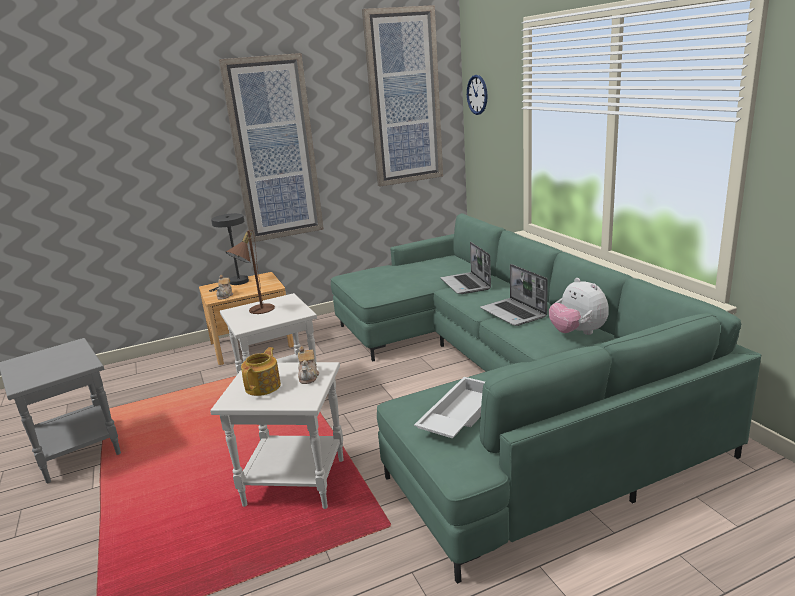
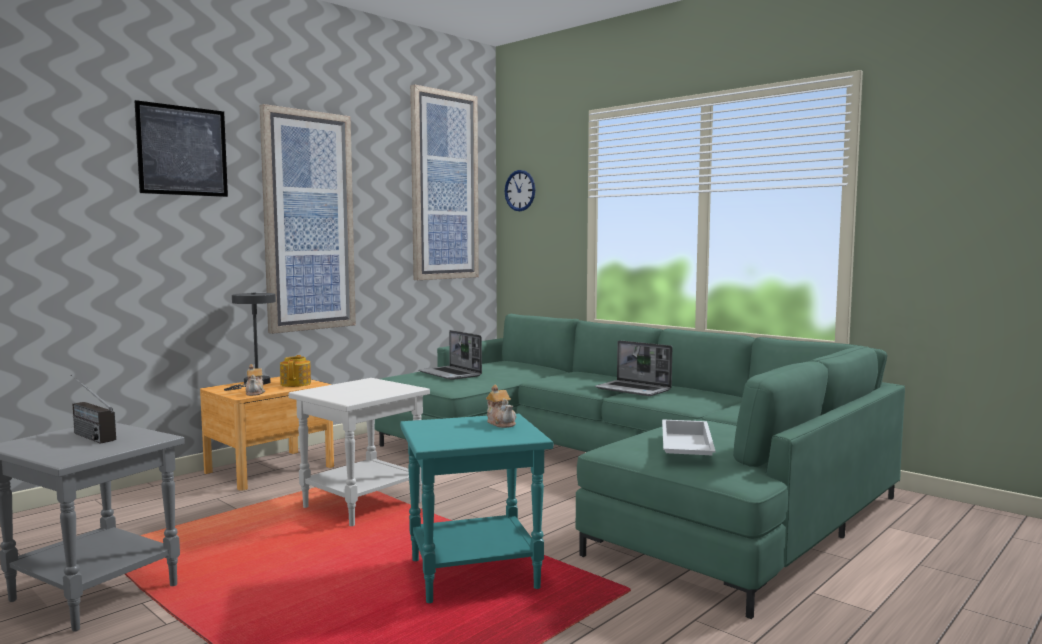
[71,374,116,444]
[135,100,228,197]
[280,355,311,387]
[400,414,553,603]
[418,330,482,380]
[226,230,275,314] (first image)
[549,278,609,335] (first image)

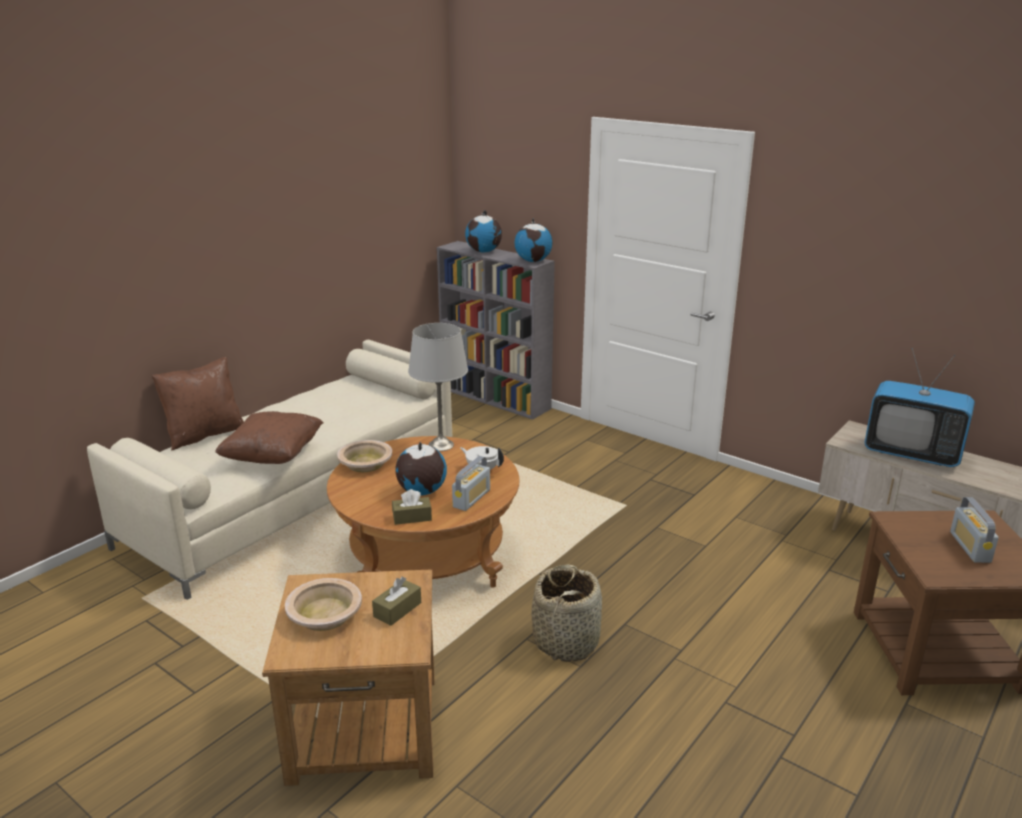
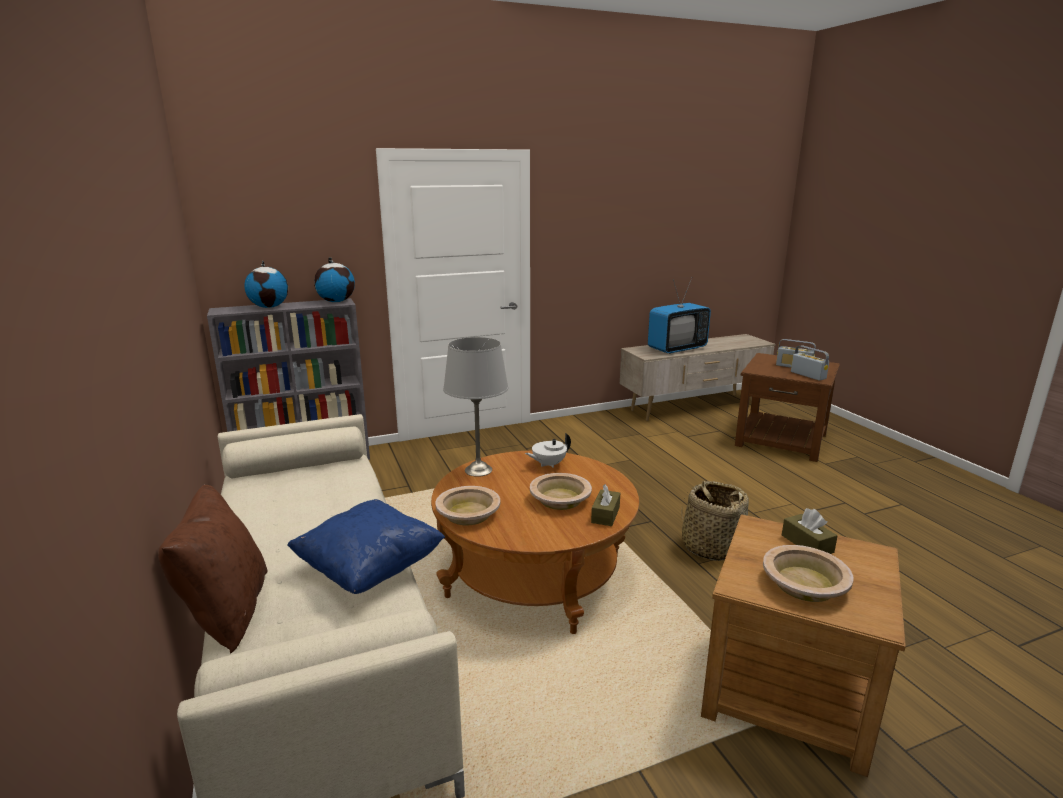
[287,499,445,594]
[530,473,592,510]
[791,345,829,381]

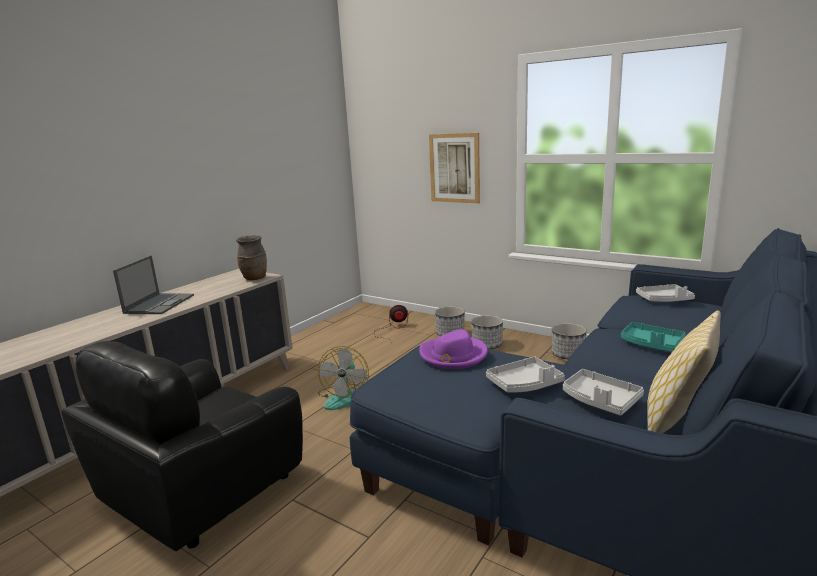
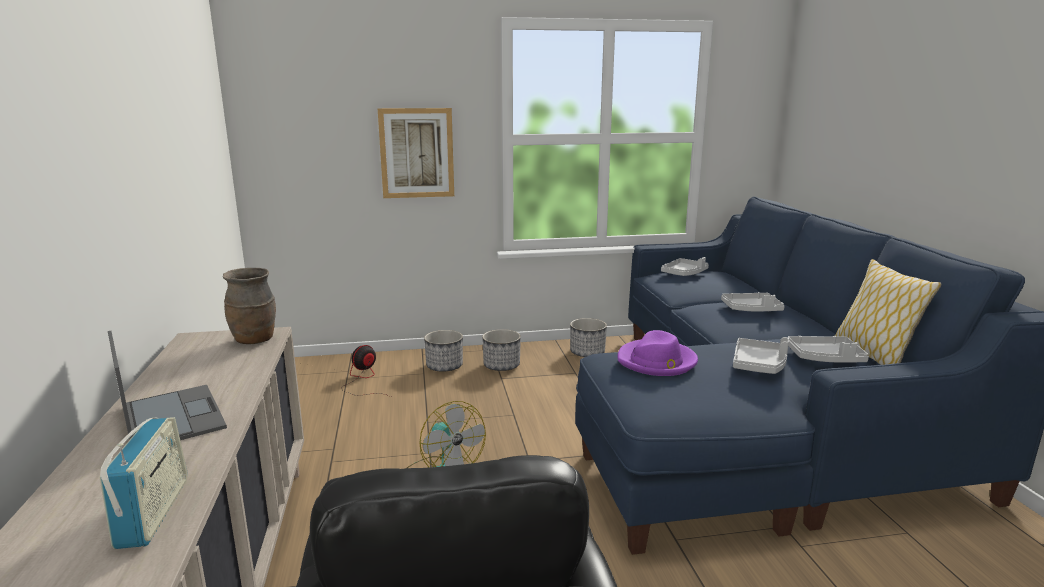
[100,417,188,549]
[721,292,784,311]

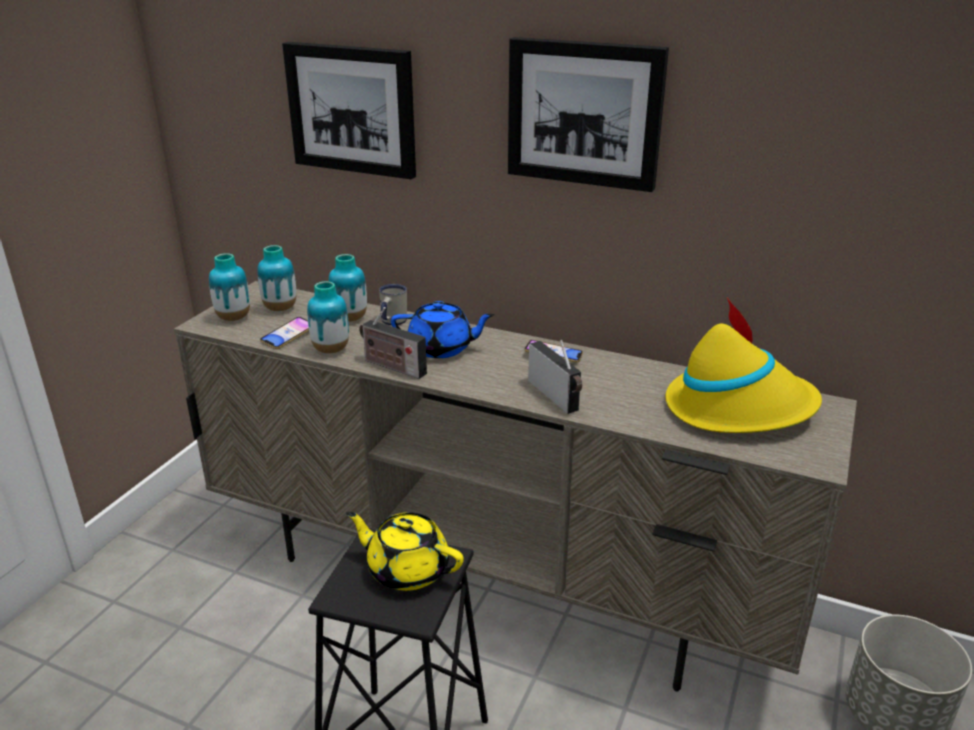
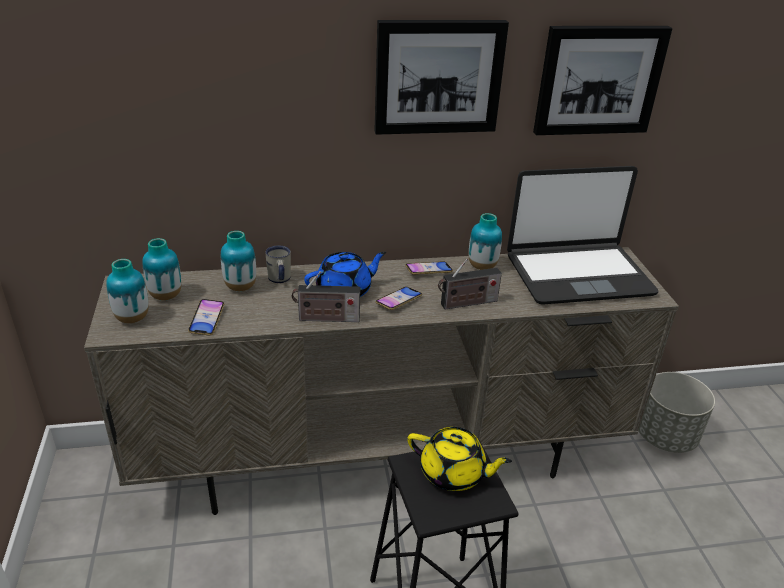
[375,287,422,310]
[407,427,512,491]
[438,258,502,310]
[469,213,502,270]
[507,166,658,305]
[533,26,673,135]

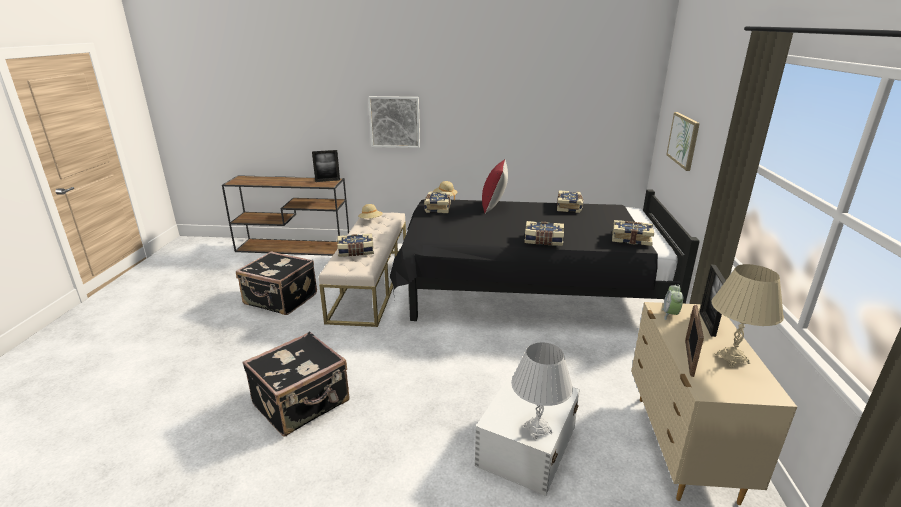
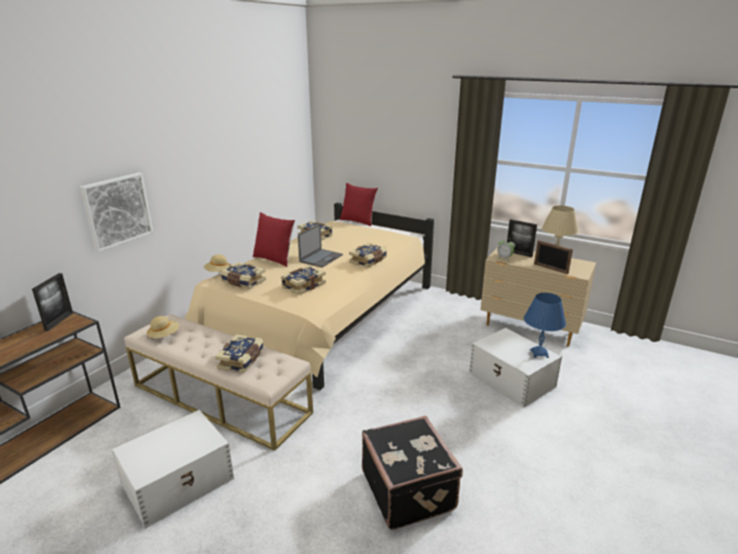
[112,410,234,529]
[185,203,434,390]
[281,265,326,295]
[298,224,343,268]
[340,183,378,226]
[524,293,566,358]
[666,112,700,171] (first image)

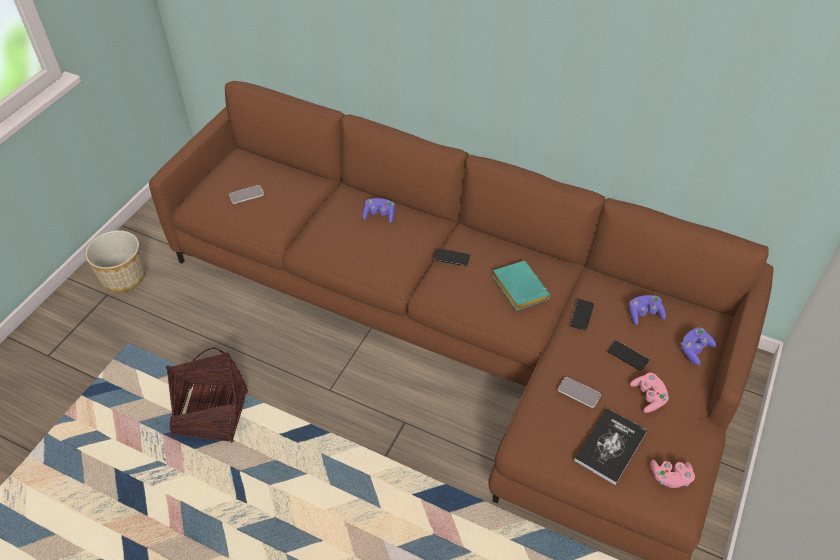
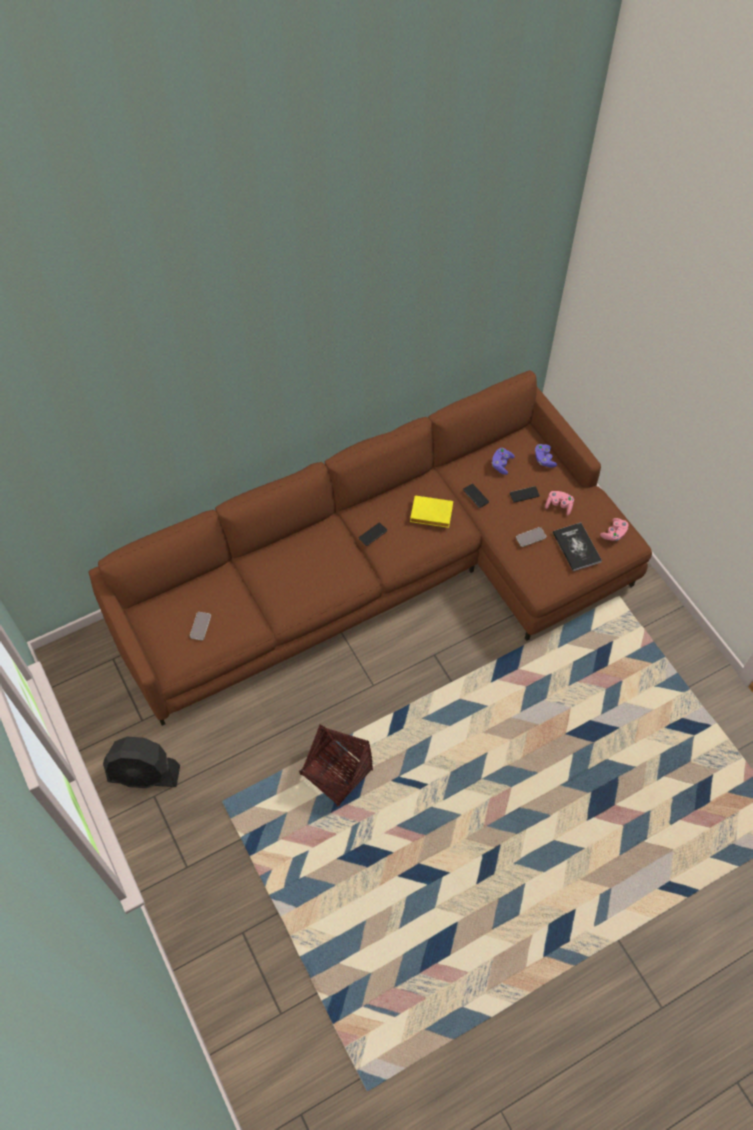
[103,737,180,788]
[410,495,453,528]
[363,198,395,223] (first image)

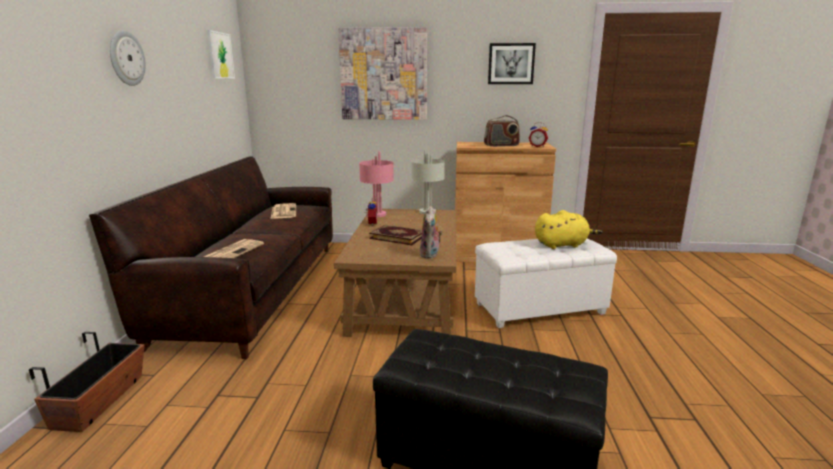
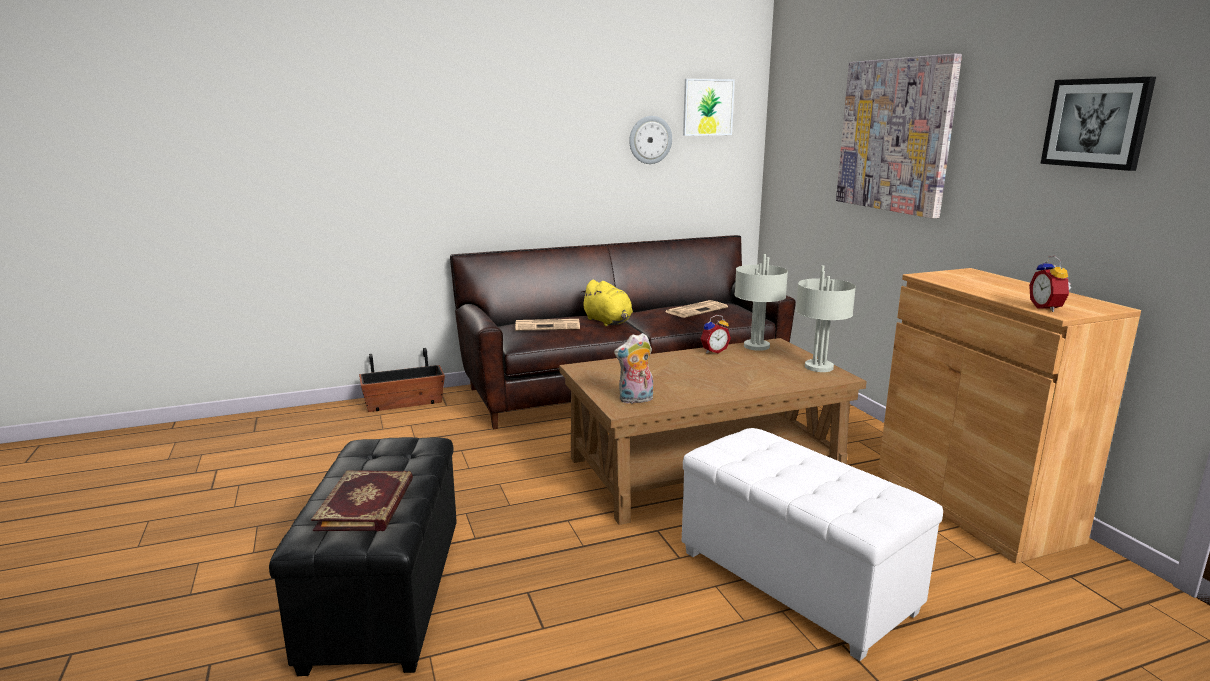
[311,470,413,531]
[580,280,633,326]
[629,116,672,164]
[734,254,788,351]
[484,115,520,147] (first image)

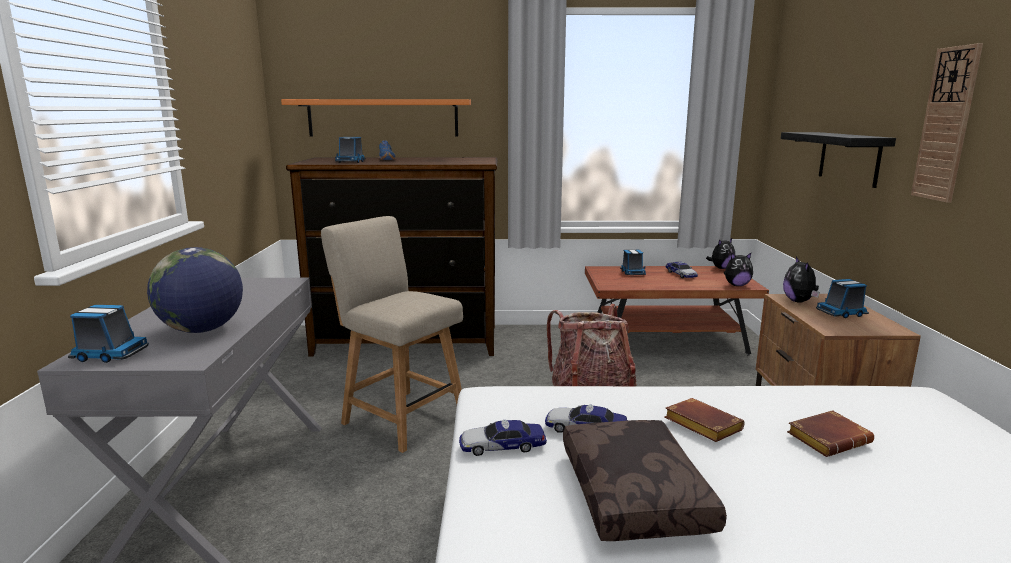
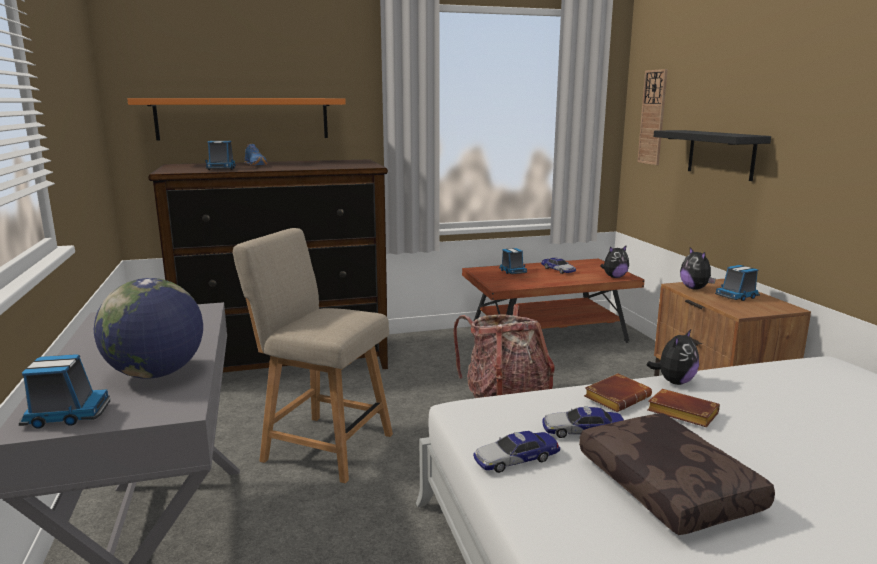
[584,373,652,412]
[637,69,668,165]
[647,328,699,385]

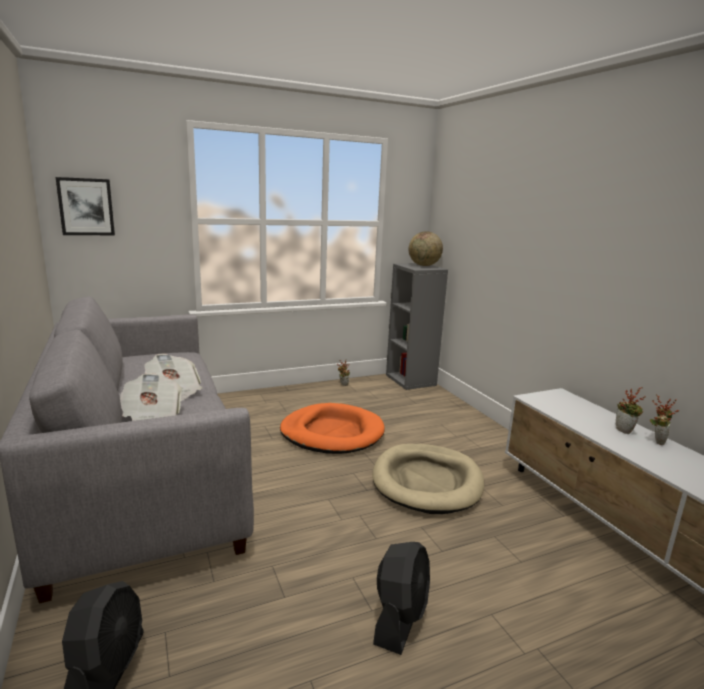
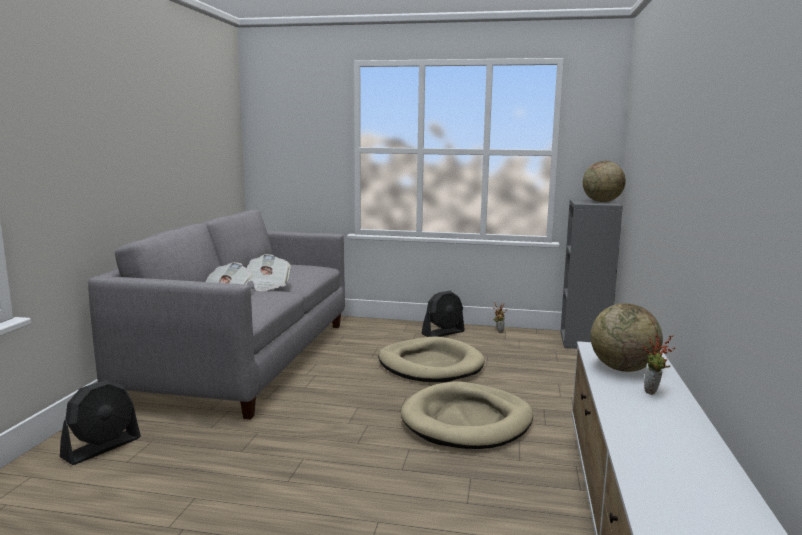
[378,337,485,382]
[421,291,465,337]
[591,303,663,372]
[56,177,115,235] (first image)
[650,394,679,445] (first image)

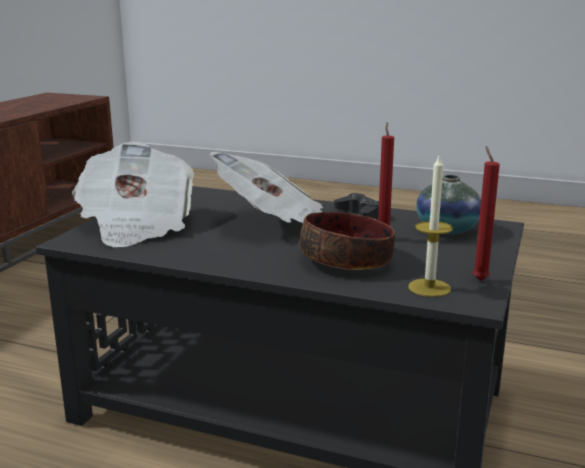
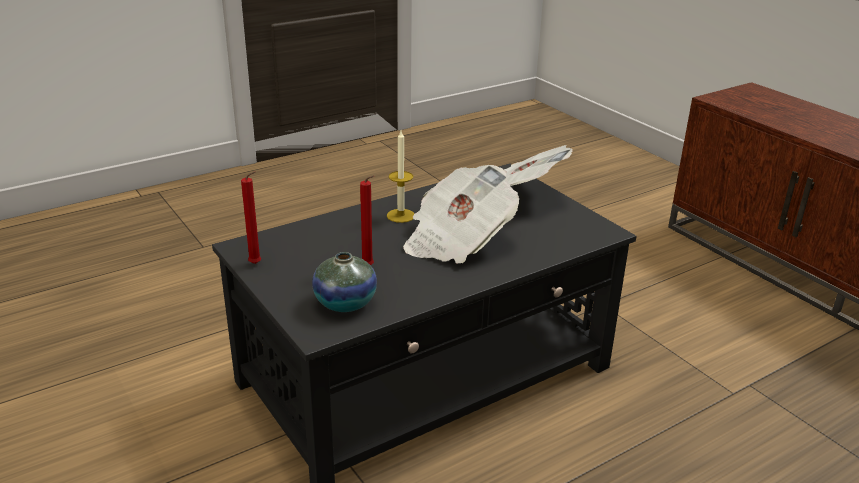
[387,131,414,223]
[299,212,395,270] (first image)
[334,193,379,220] (first image)

